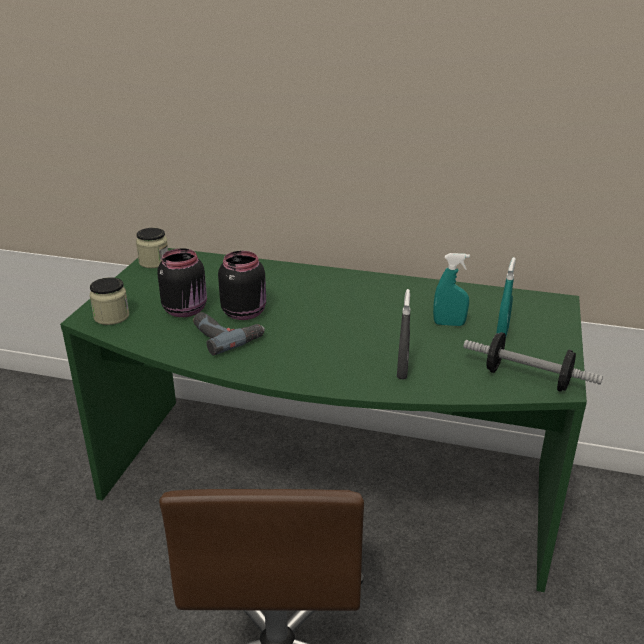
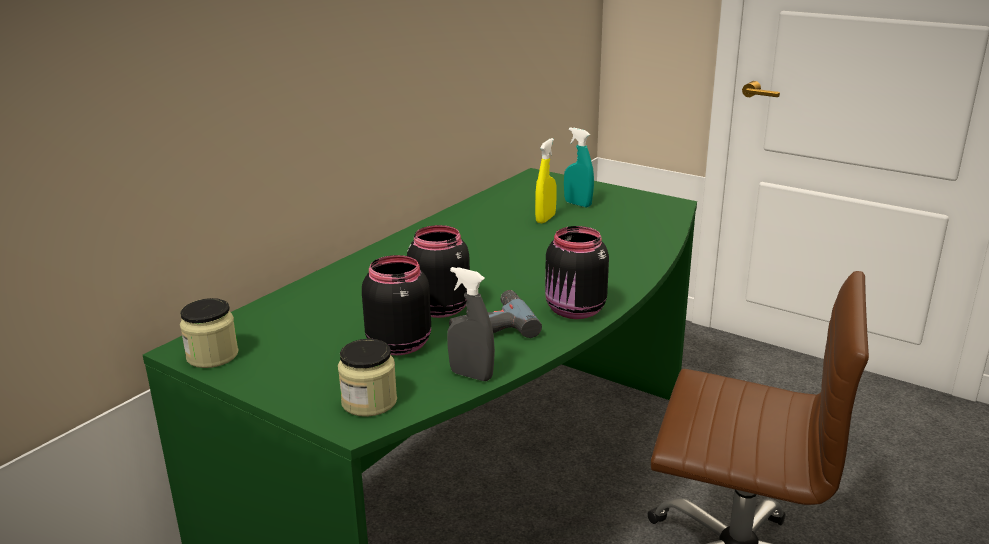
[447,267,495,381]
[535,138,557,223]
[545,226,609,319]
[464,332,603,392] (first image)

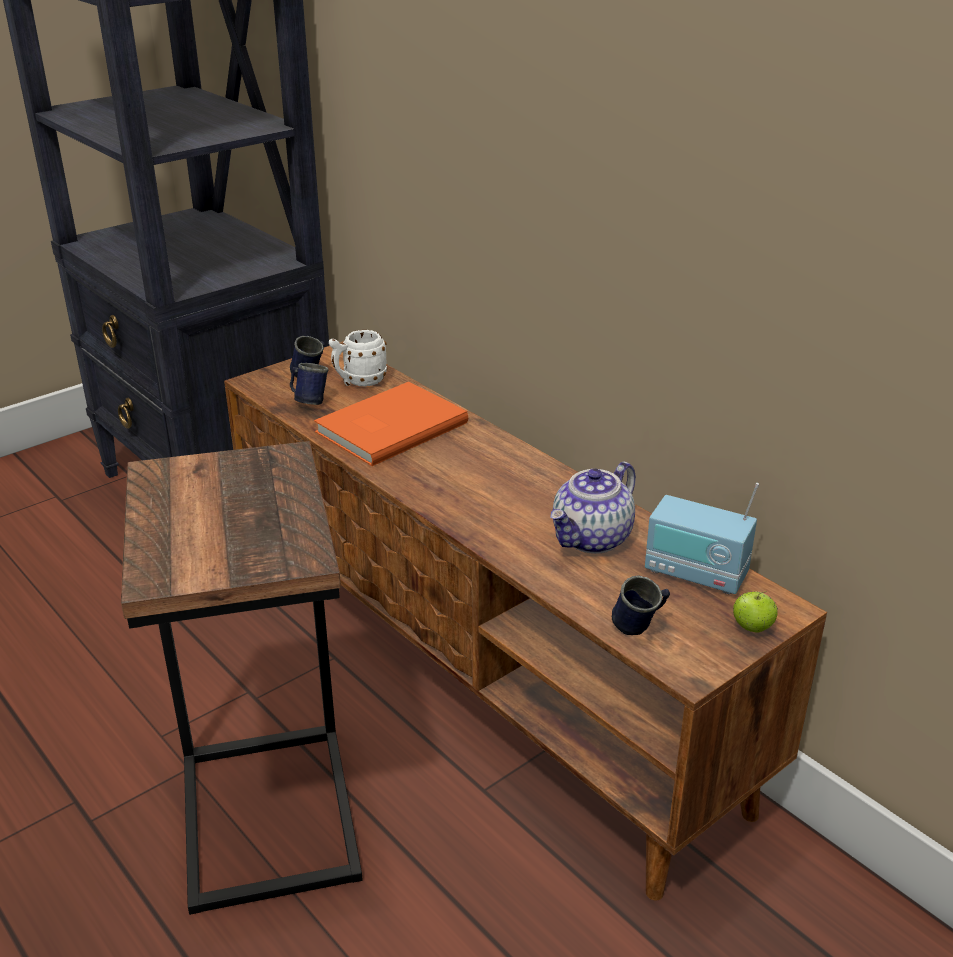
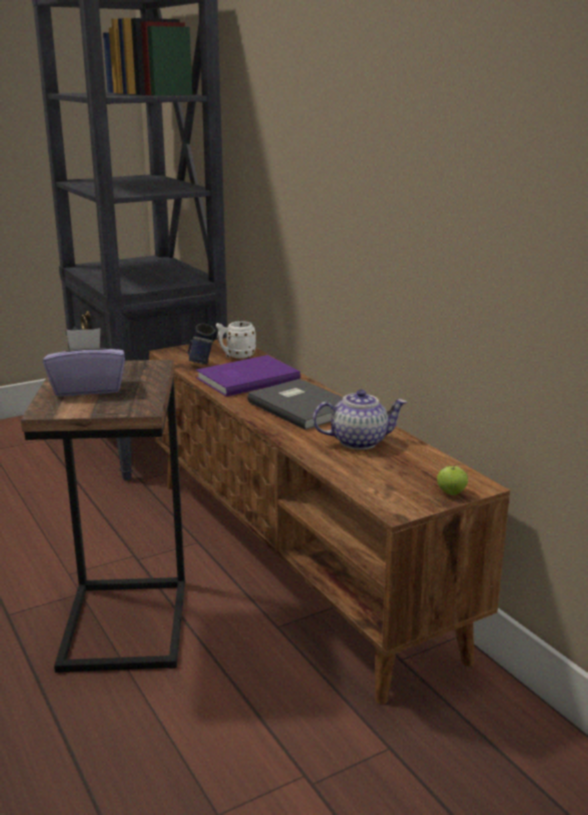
[43,328,125,396]
[196,355,301,397]
[247,379,343,430]
[313,389,407,450]
[612,576,670,635] (first image)
[645,483,759,595] (first image)

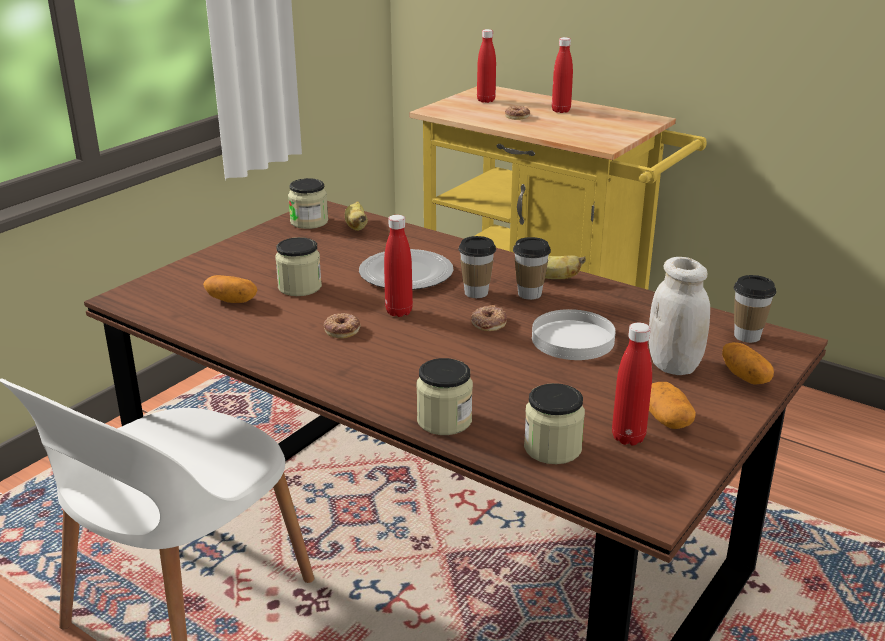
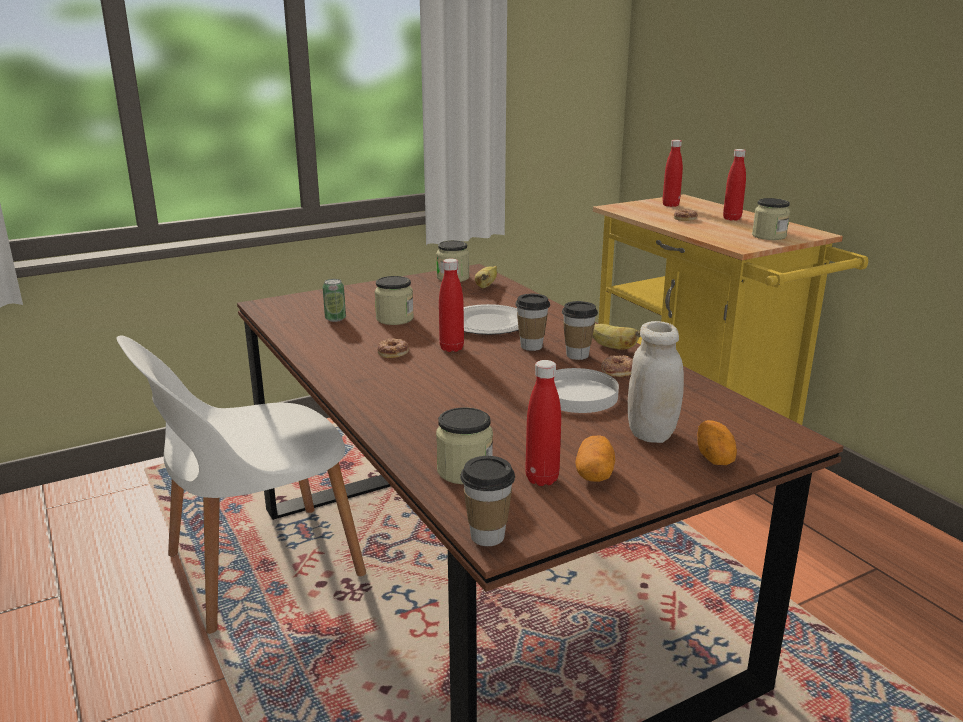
[323,279,346,322]
[460,456,515,546]
[601,355,633,377]
[752,198,790,240]

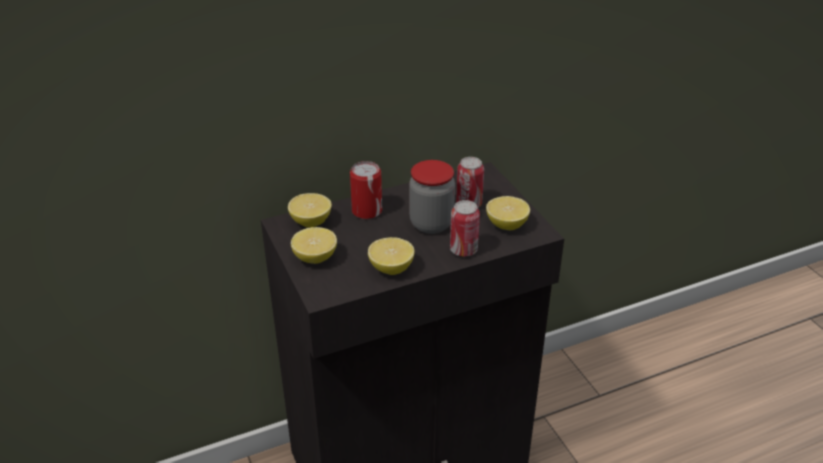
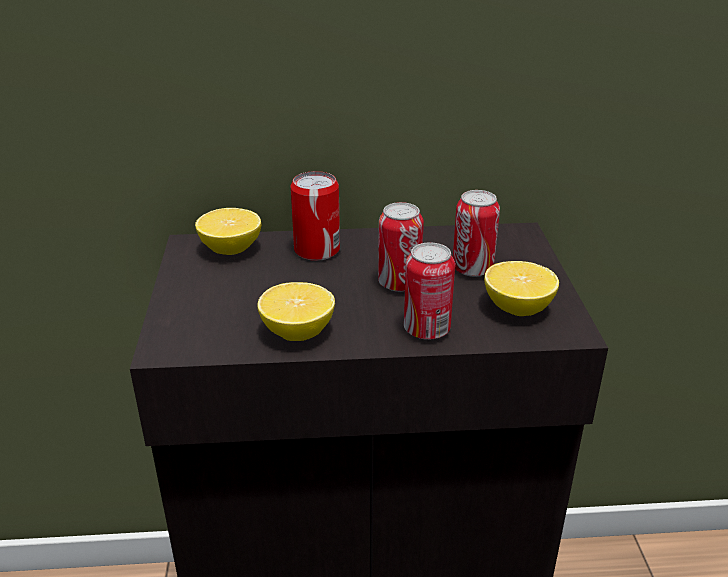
[378,202,424,292]
[291,227,337,264] (first image)

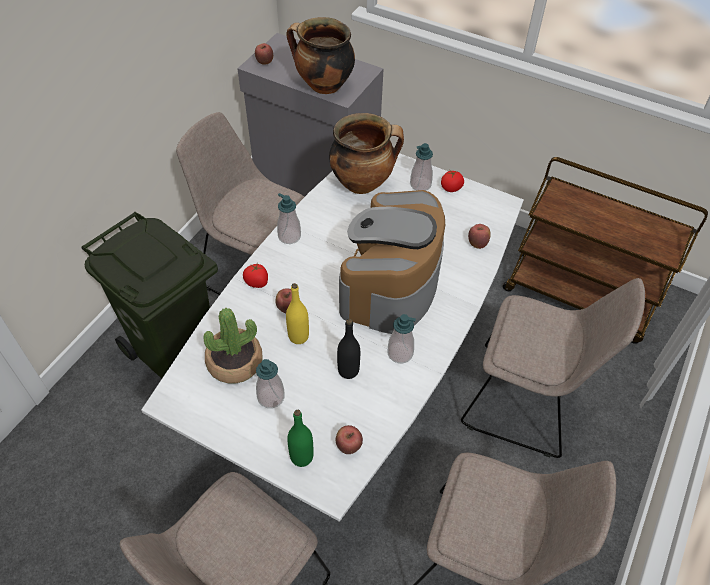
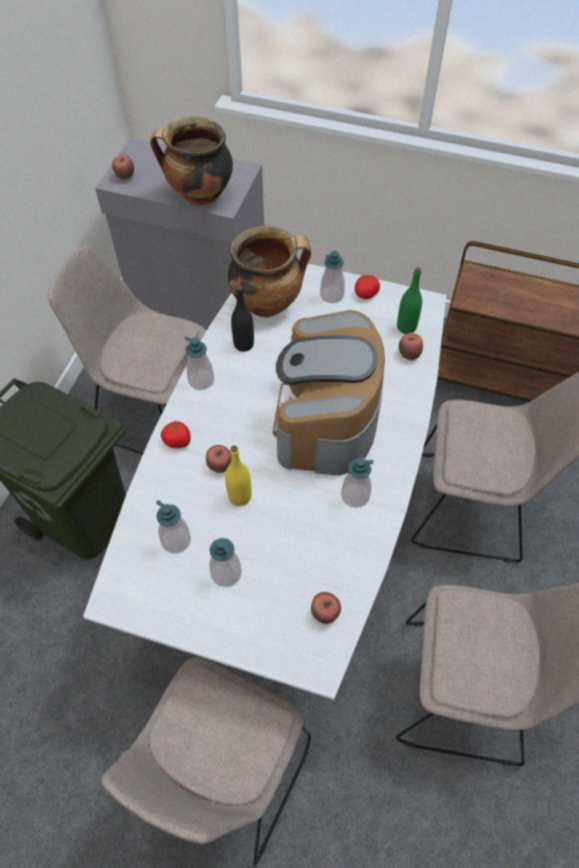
[156,500,191,554]
[231,285,254,352]
[397,267,422,334]

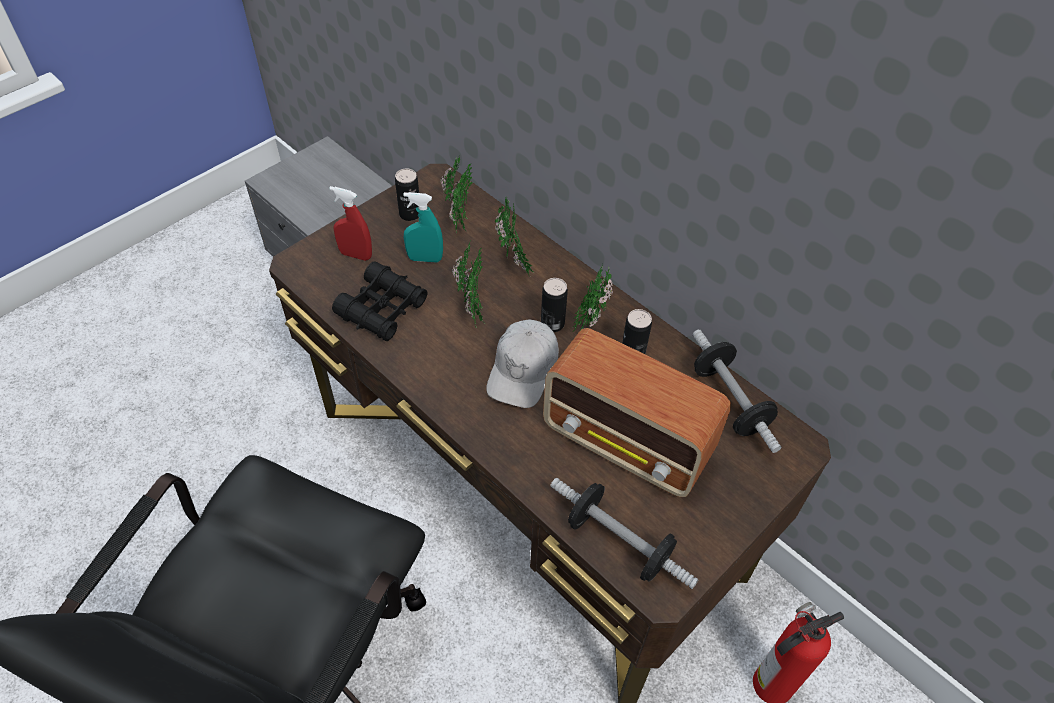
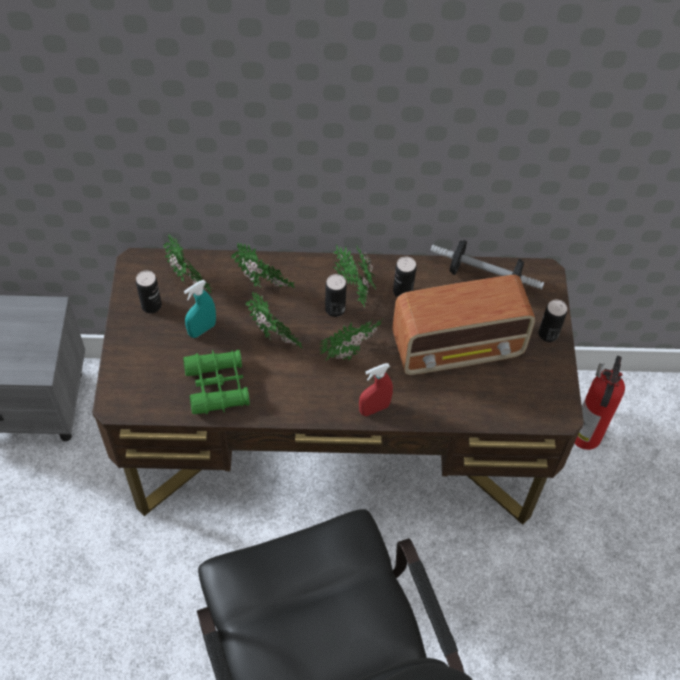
[183,350,250,414]
[319,319,383,361]
[359,363,393,416]
[538,300,567,342]
[550,478,699,589] (first image)

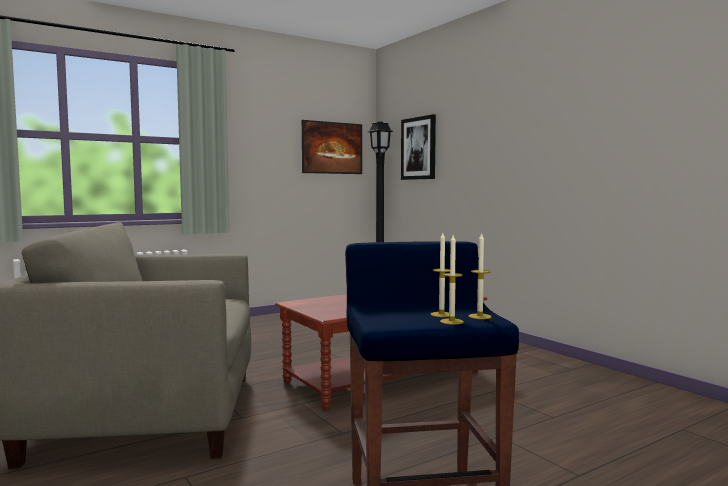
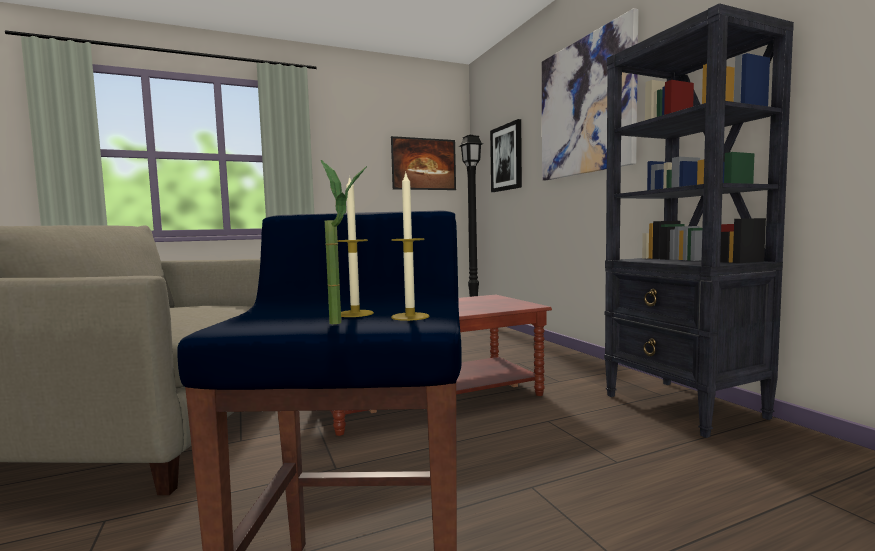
[321,160,367,324]
[542,8,638,181]
[604,3,794,438]

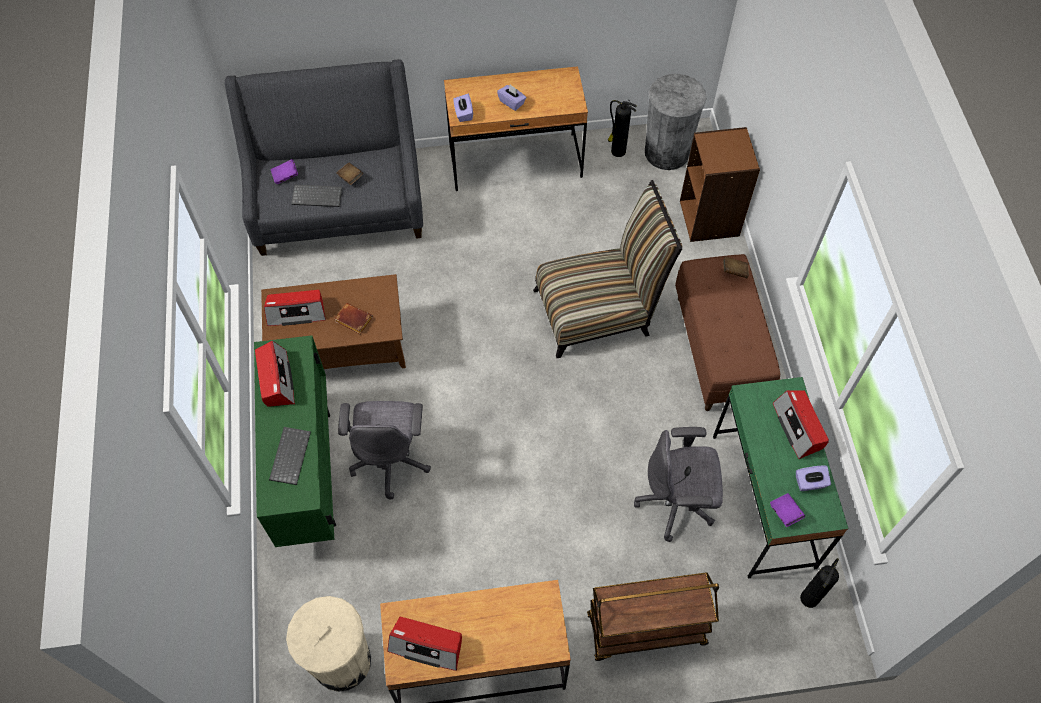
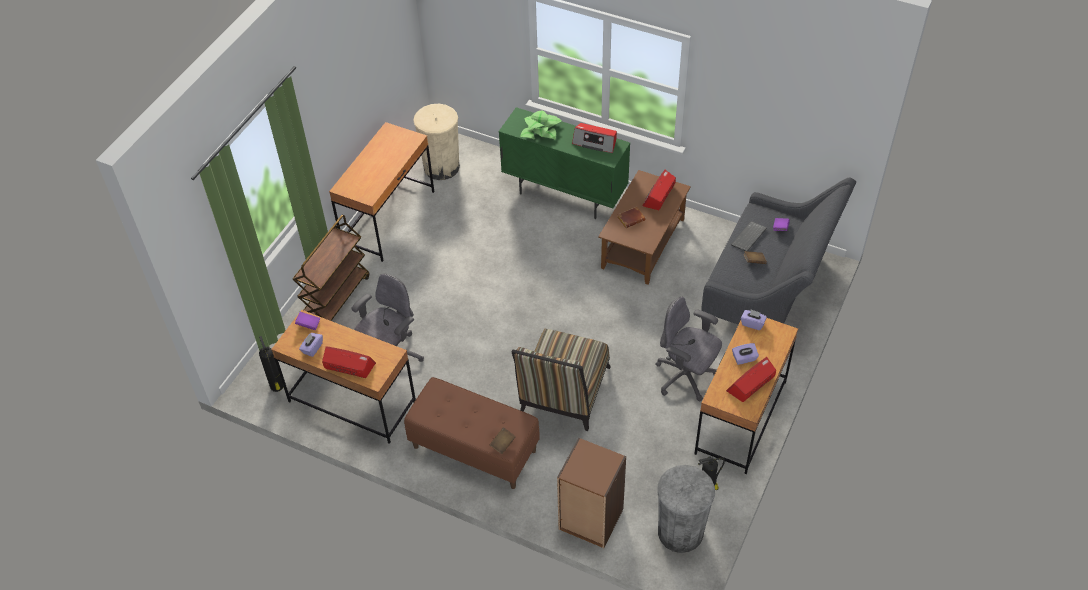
[271,310,416,444]
[520,110,561,140]
[655,297,722,401]
[726,357,776,402]

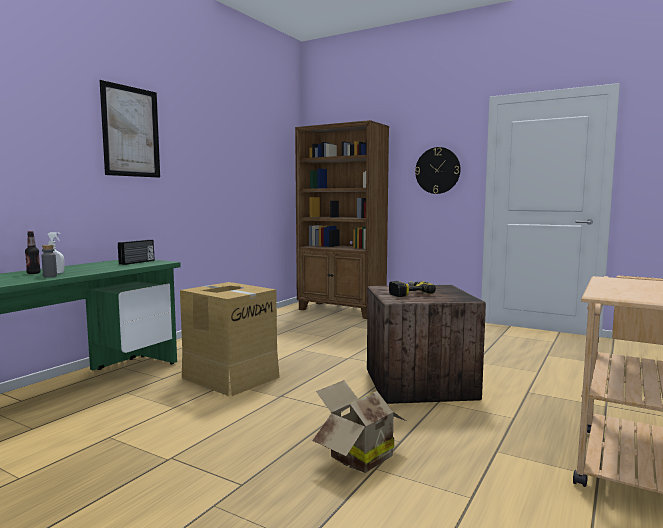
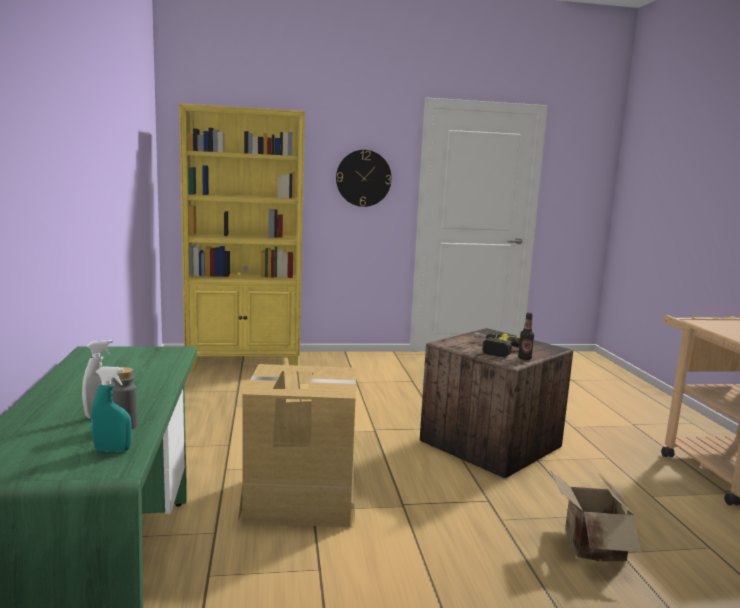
[91,367,131,452]
[179,103,305,369]
[518,312,534,360]
[99,80,160,178] (first image)
[118,240,155,265] (first image)

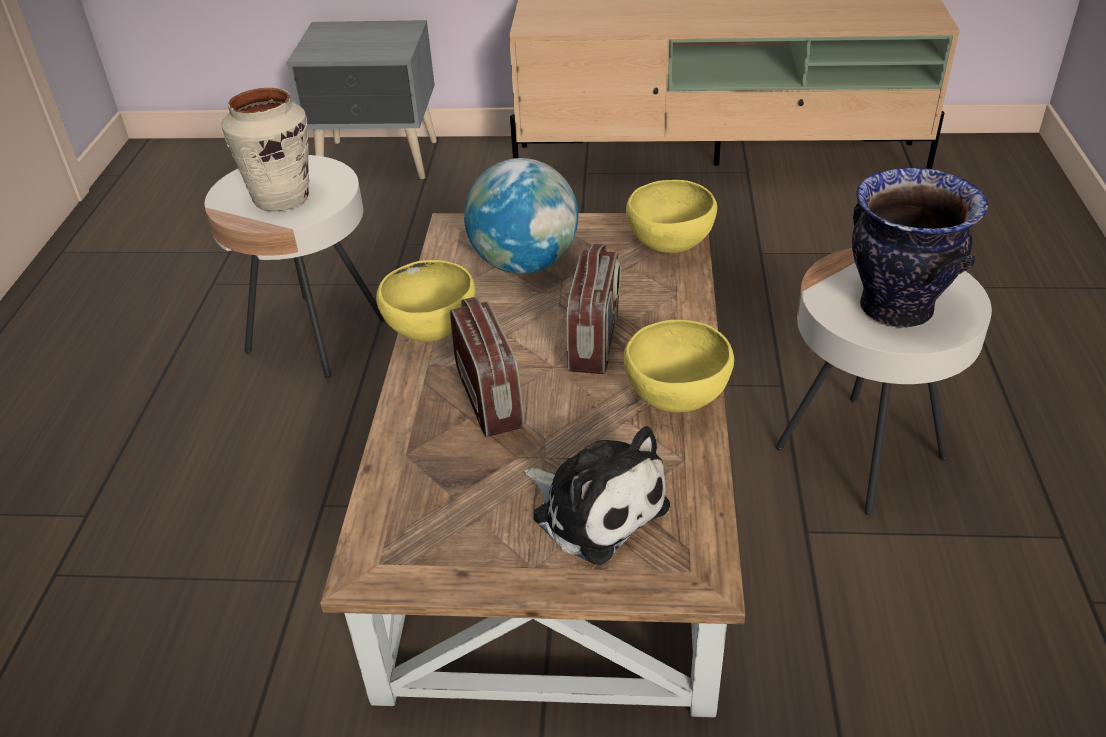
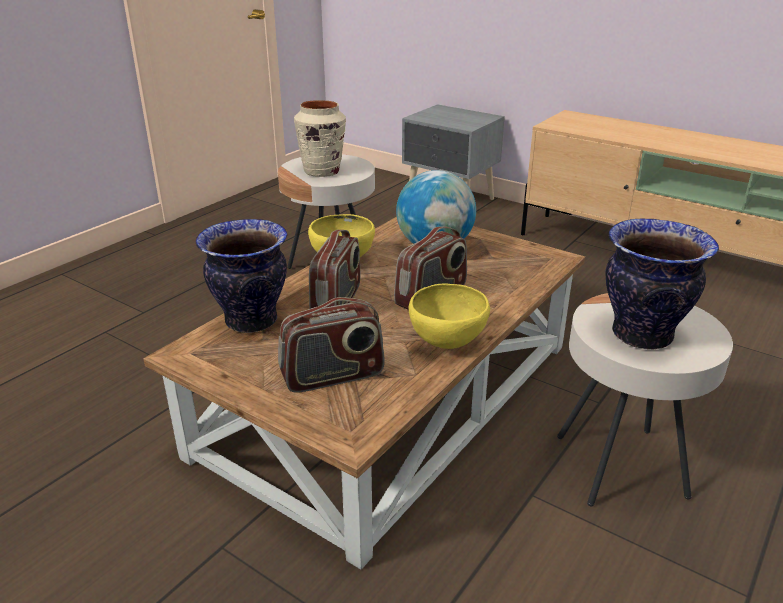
[196,219,288,333]
[278,297,385,392]
[626,180,717,253] (first image)

